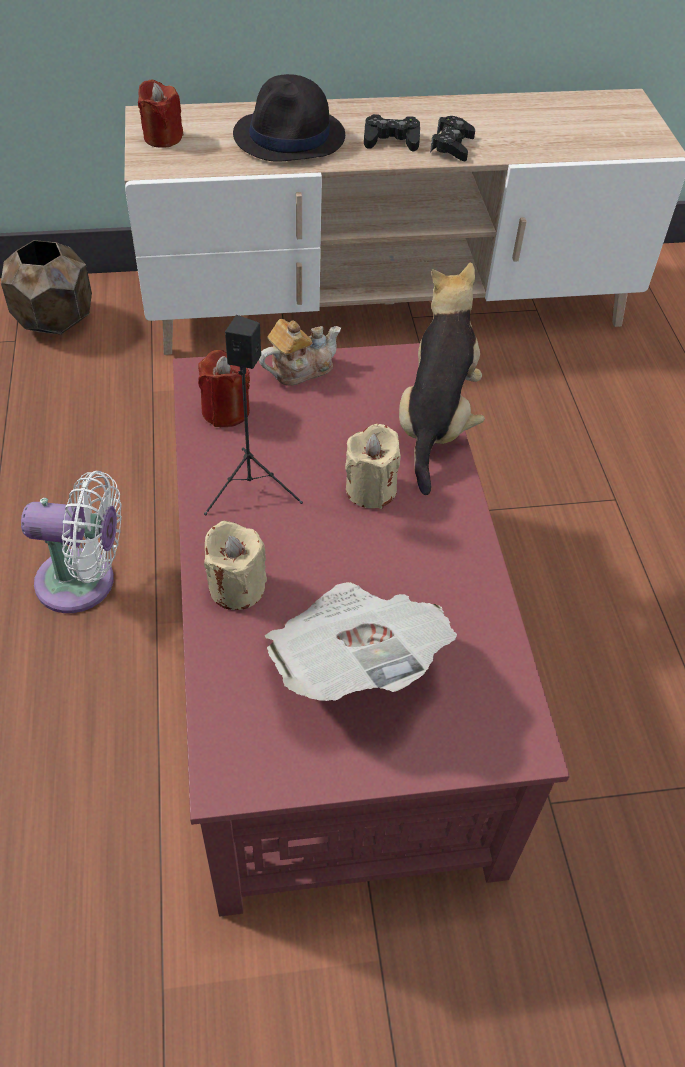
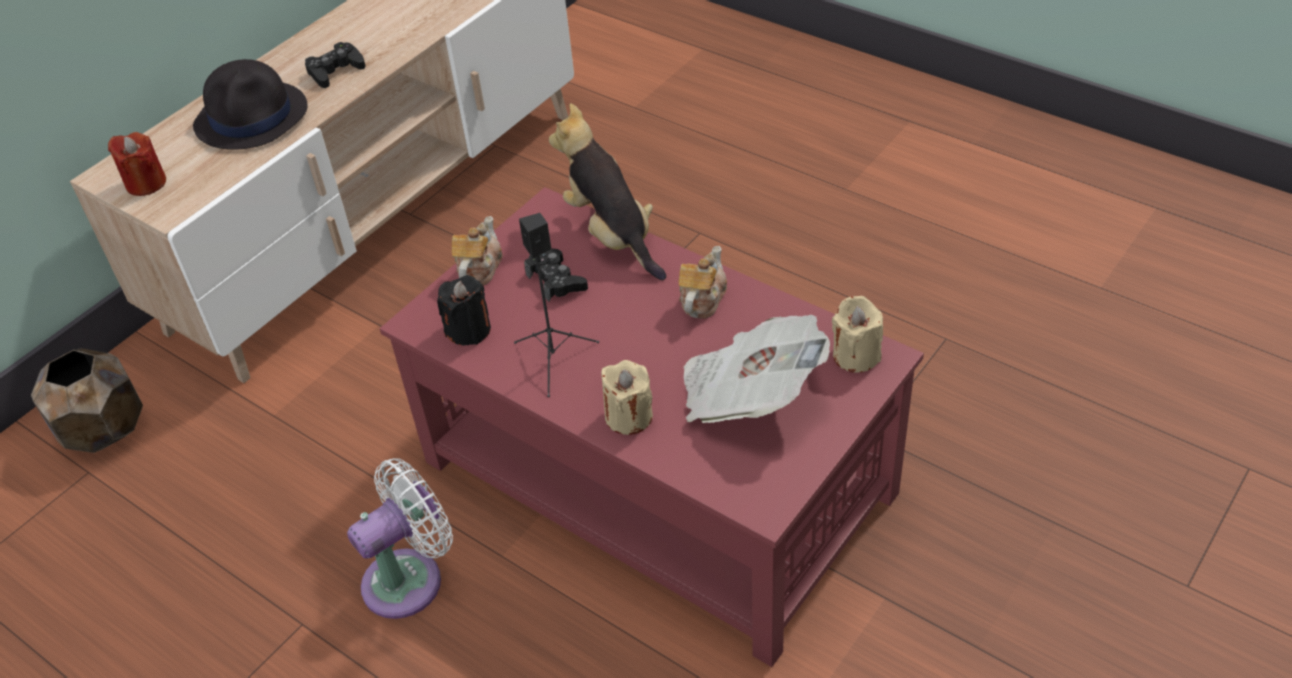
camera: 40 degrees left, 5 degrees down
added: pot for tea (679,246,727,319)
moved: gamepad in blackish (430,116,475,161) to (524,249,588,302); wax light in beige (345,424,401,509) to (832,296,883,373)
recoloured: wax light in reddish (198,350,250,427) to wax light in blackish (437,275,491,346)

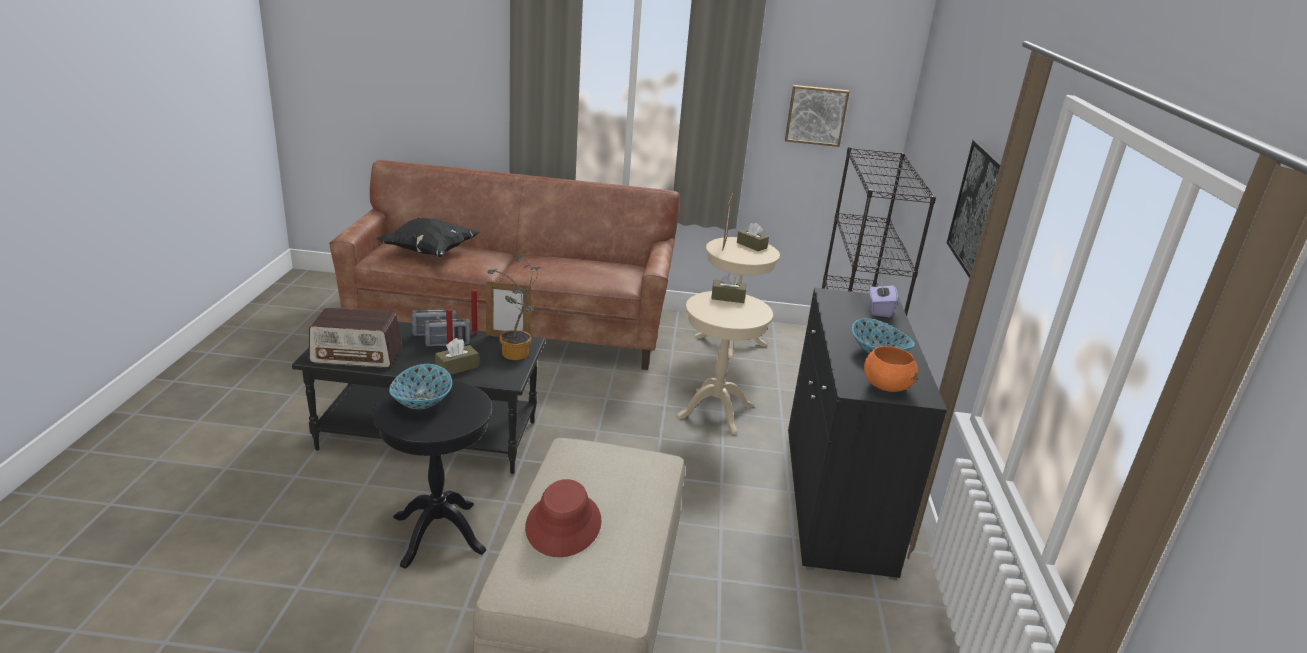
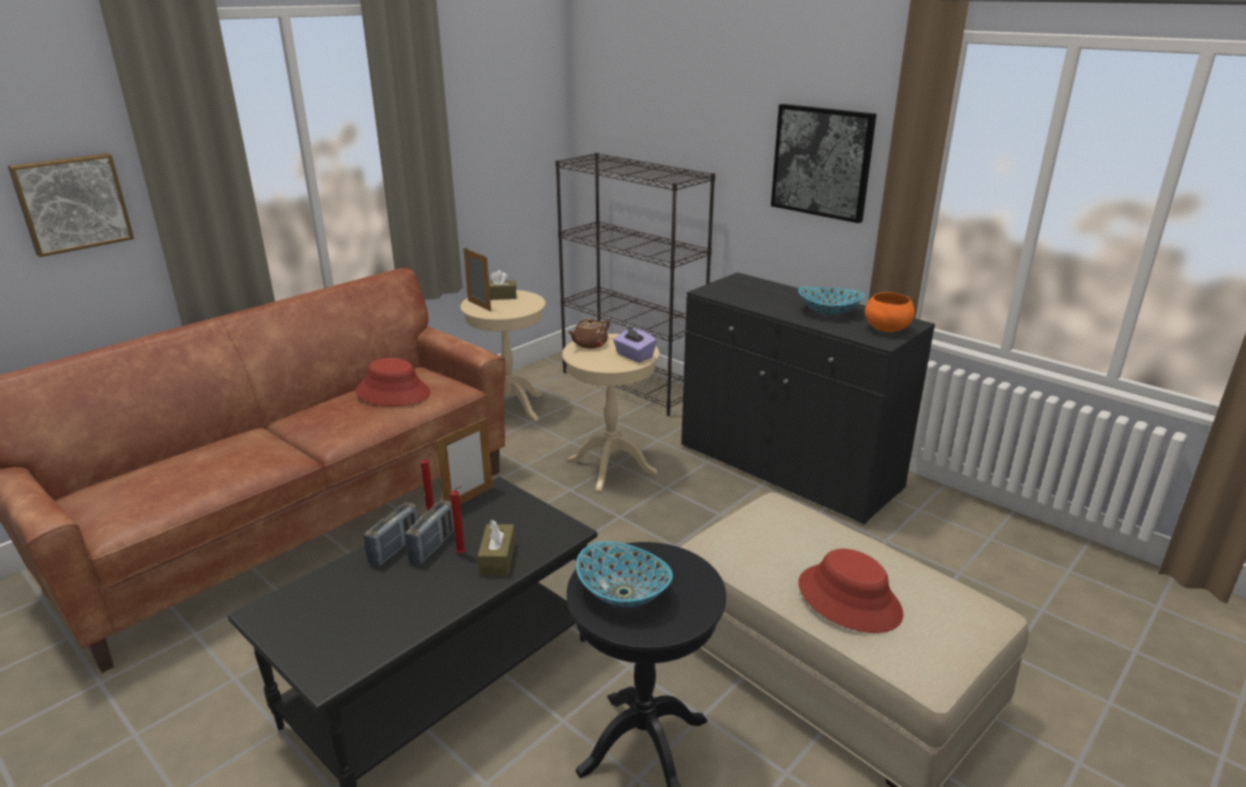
camera: 50 degrees left, 0 degrees up
removed: pillow in blackish (376,218,480,257); potted plant (488,257,541,360); radio (309,308,402,368)
added: wearable hat in reddish (356,358,431,406)
moved: picture (785,85,850,147) to (8,153,134,257); box of tissues in purple-coloured (869,283,898,317) to (613,326,657,362)
replaced: box of tissues in brown (711,272,746,303) to pot for tea in brown (568,318,610,349)

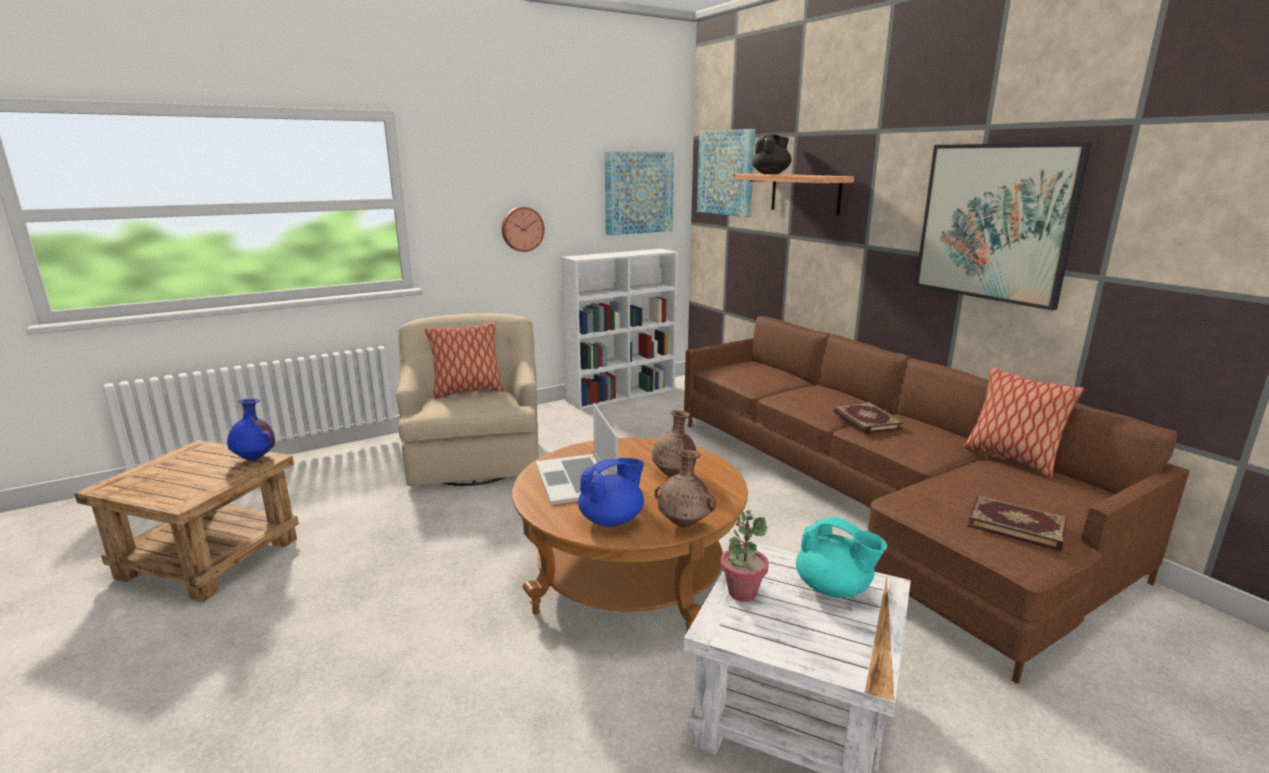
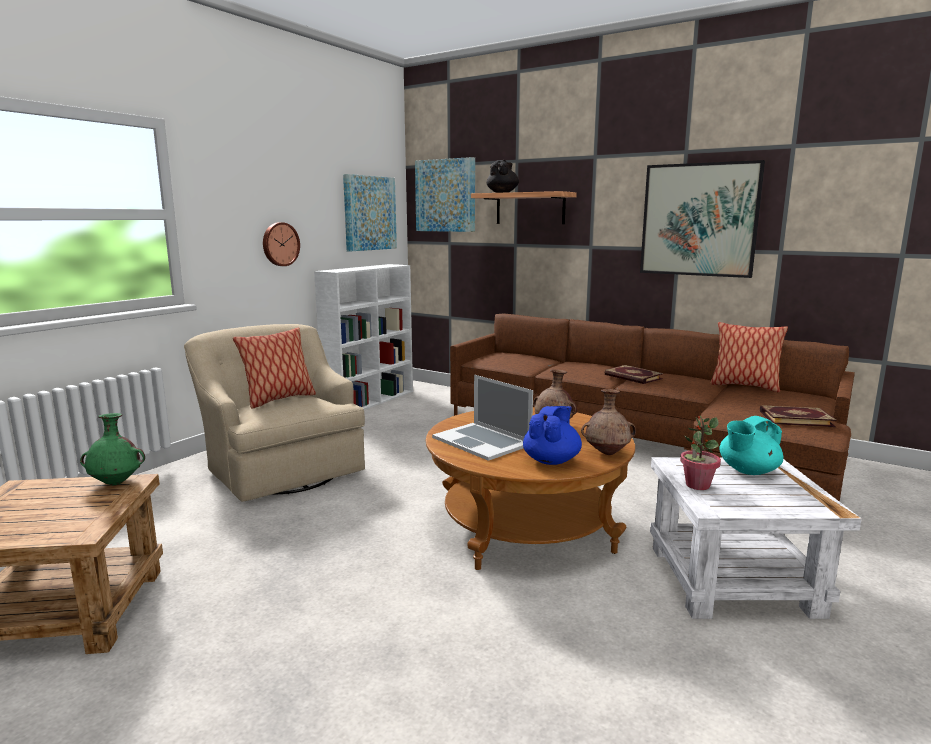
camera: 25 degrees left, 5 degrees down
recoloured: flower vase in bluish (227,398,275,461) to flower vase in green-coloured (80,413,145,486)
turned: pot for tea in turquoise (796,517,887,598) = (719,416,783,475) 135 degrees clockwise

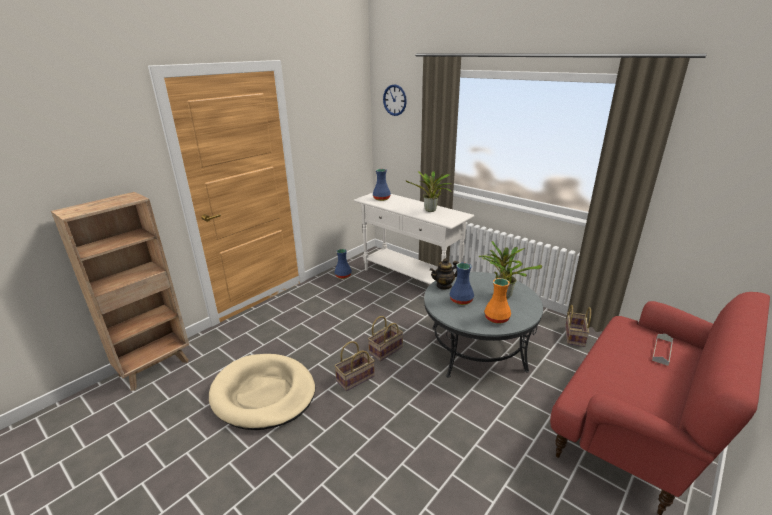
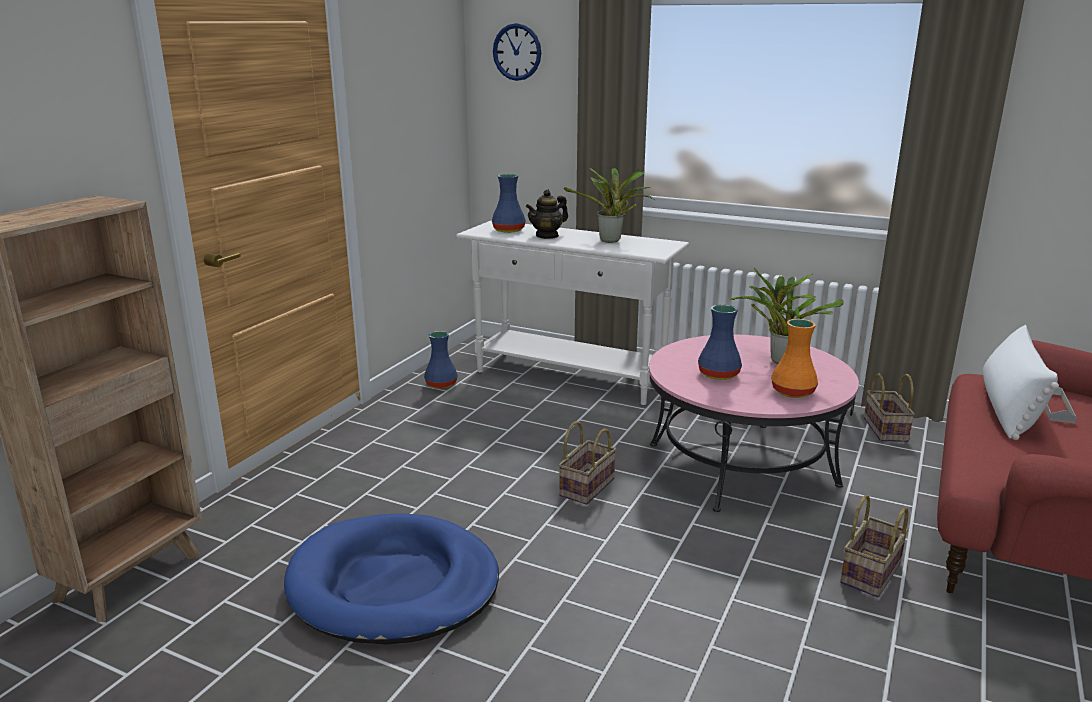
camera: 15 degrees left, 5 degrees down
added: pillow in white-coloured (983,325,1059,440)
moved: pot for tea (430,258,459,290) to (526,189,568,239); household basket (334,341,375,391) to (840,495,909,597)
recoloured: coffee table in grey (424,272,543,378) to coffee table in pinkish (649,334,859,512); dog cushion in beige (209,354,315,430) to dog cushion in bluish (284,513,499,645)

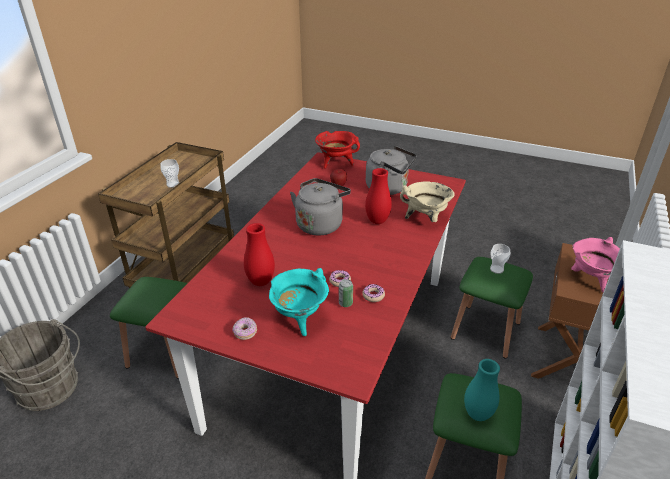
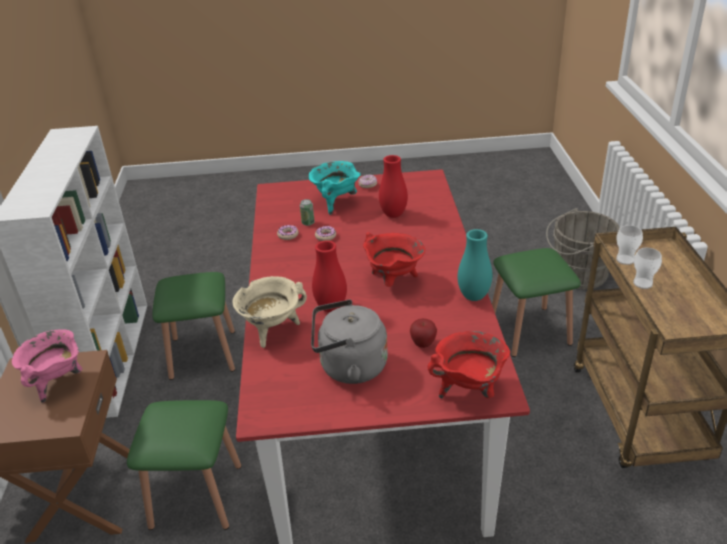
camera: 155 degrees right, 0 degrees up
moved: small cup (490,244,510,274) to (616,225,643,265); flower vase in turquoise (464,359,500,421) to (458,229,492,301)
replaced: tea kettle in grey (290,178,351,235) to cooking pot in reddish (363,232,425,287)

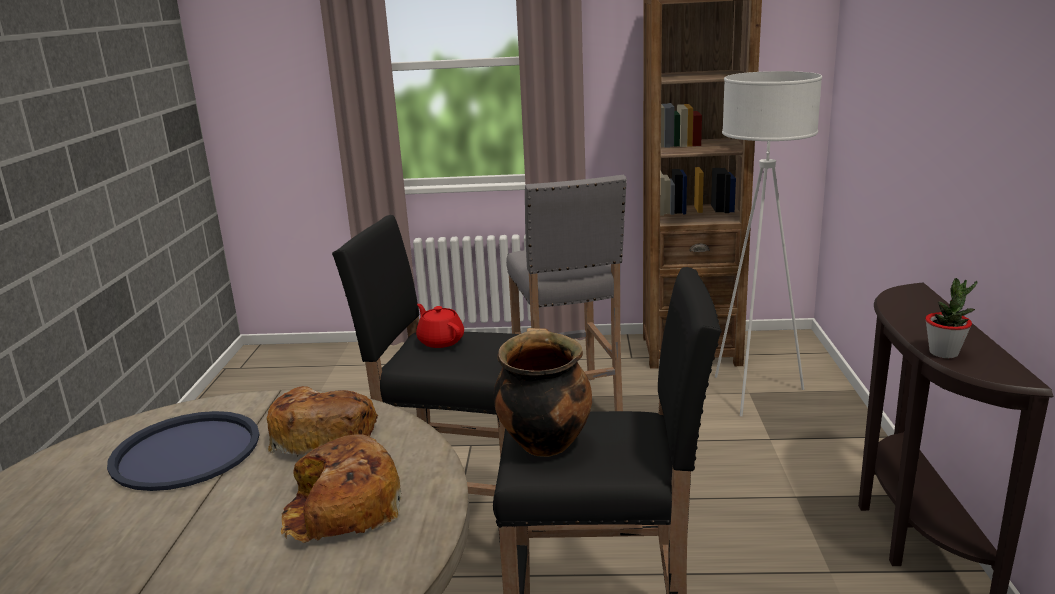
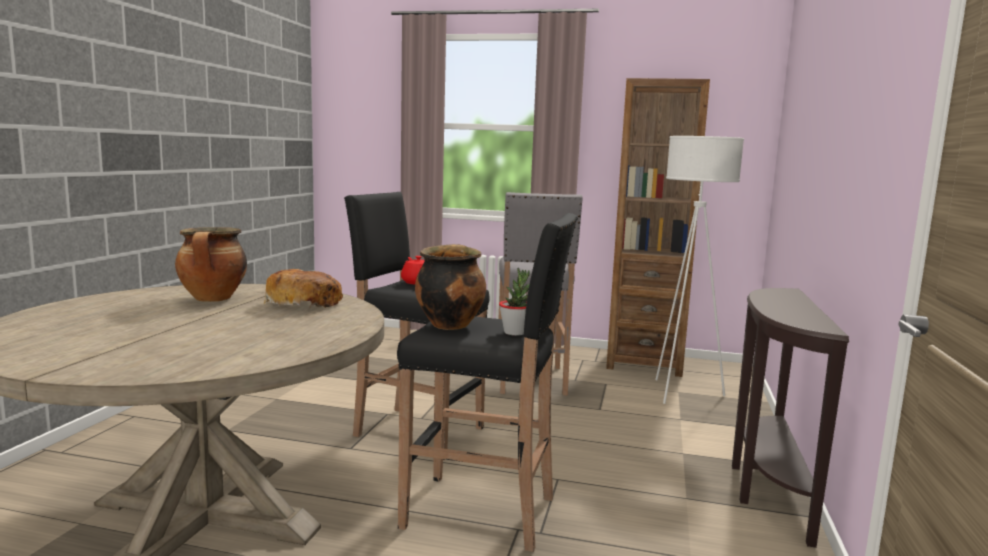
camera: 10 degrees right, 10 degrees down
removed: bakery bread (281,434,402,543)
moved: potted plant (925,278,977,358) to (499,268,530,336)
replaced: carrying tray in bluish (107,411,260,491) to cooking pot (175,227,247,302)

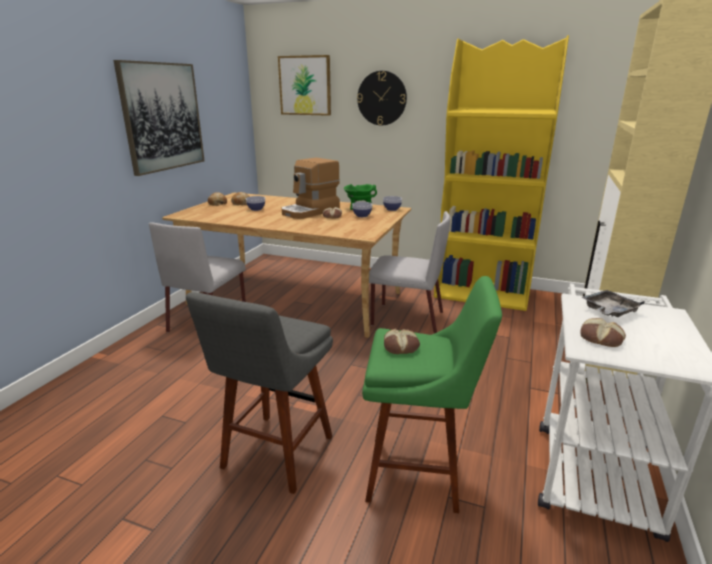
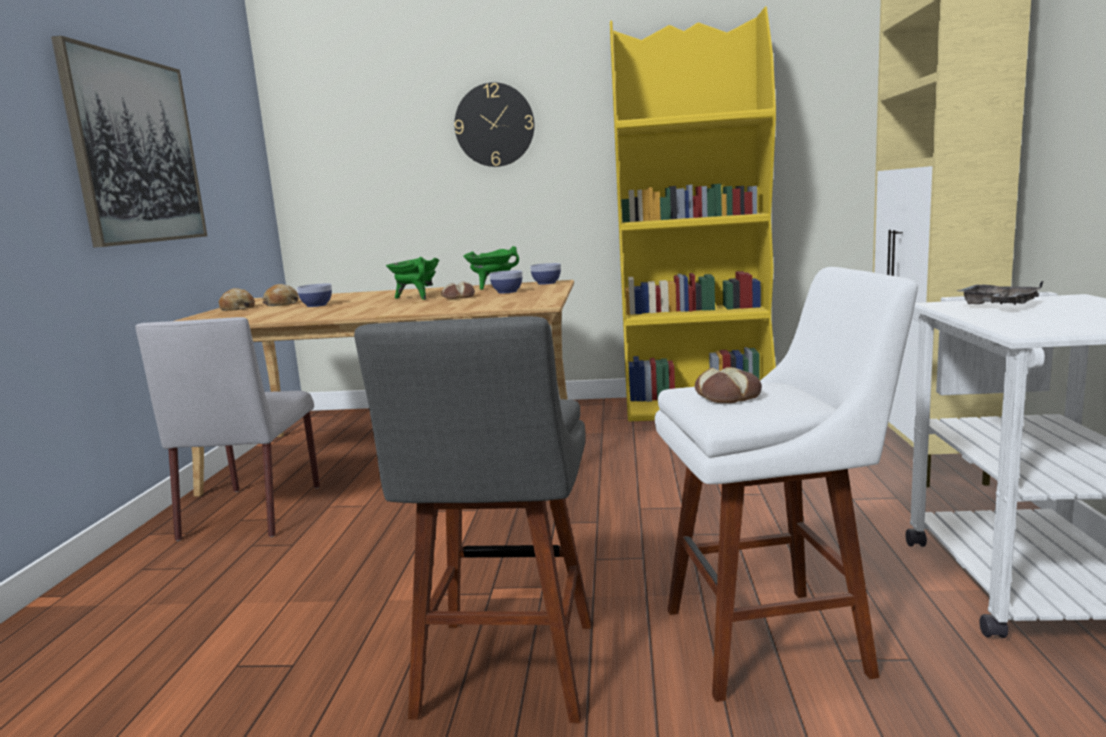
camera: 15 degrees left, 10 degrees down
removed: picture (278,55,331,116); upright chair in grey (369,211,450,334); bakery bread (580,318,626,347)
replaced: coffee maker (282,158,340,219) to cooking pot in green-coloured (386,257,440,300)
recoloured: stool seat in green-coloured (362,276,502,513) to stool seat in white-coloured (655,267,918,702)

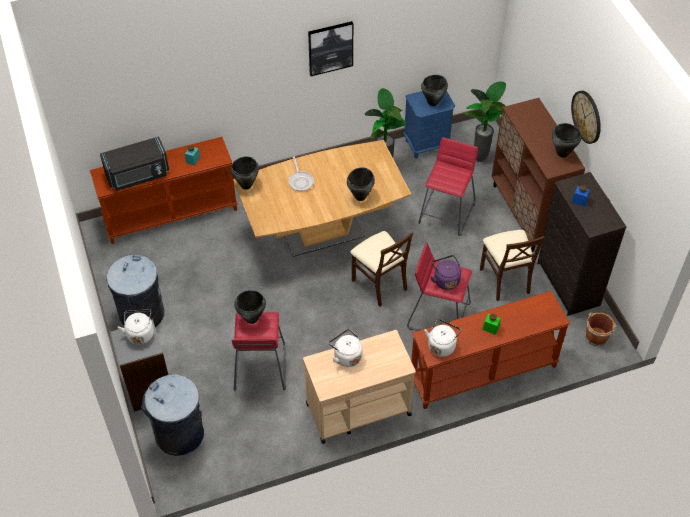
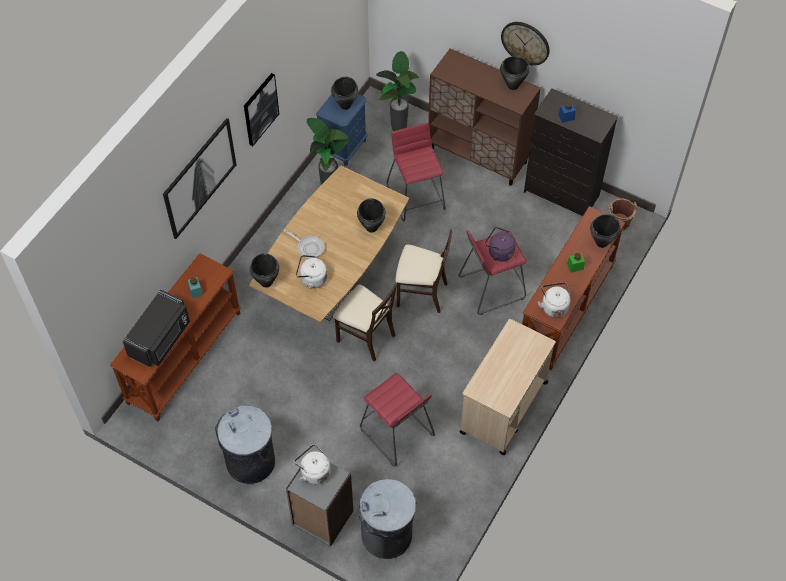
camera: 40 degrees left, 5 degrees up
added: picture (163,118,237,239)
moved: upright chair in beige (480,230,545,301) to (333,283,397,362); cooking pot in blackish (234,290,266,324) to (590,214,620,248); tea kettle in white-coloured (329,329,363,367) to (296,255,327,289)

